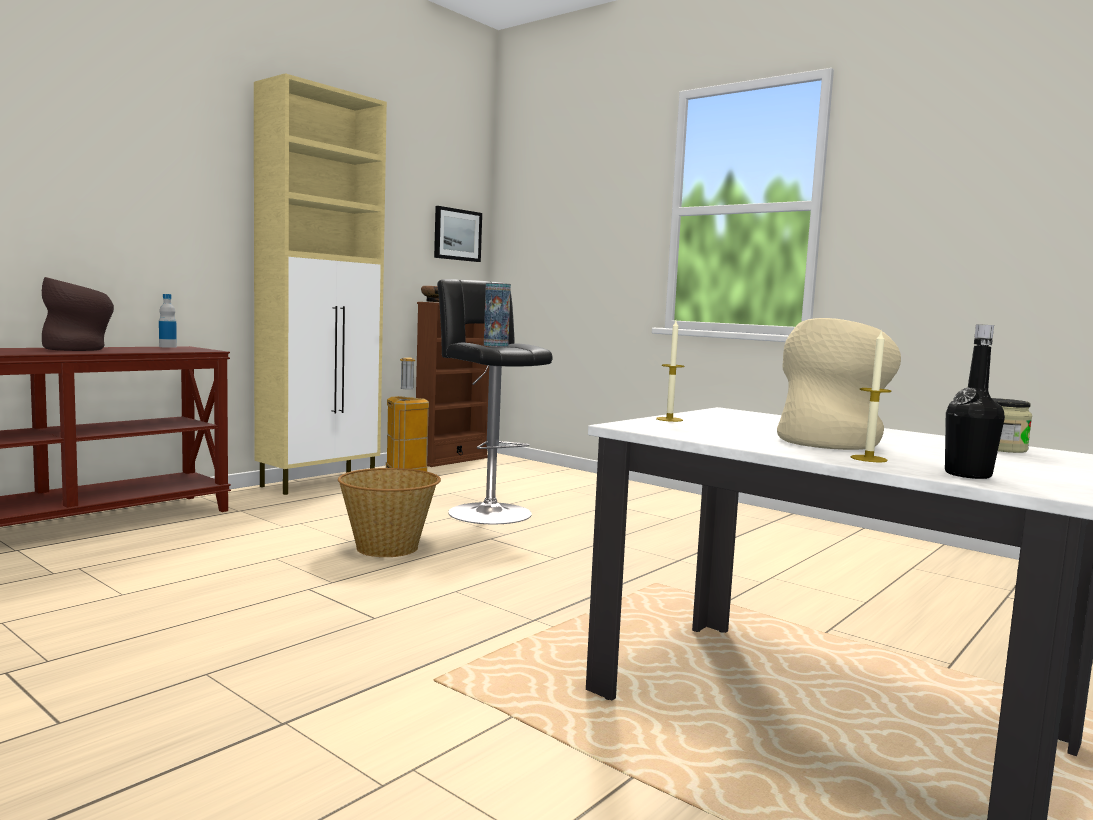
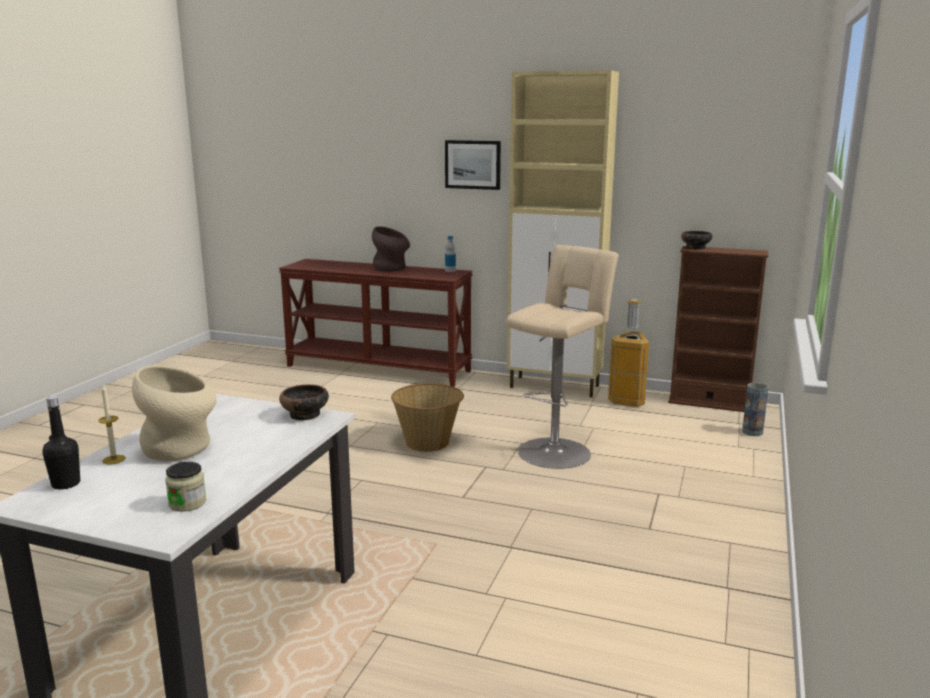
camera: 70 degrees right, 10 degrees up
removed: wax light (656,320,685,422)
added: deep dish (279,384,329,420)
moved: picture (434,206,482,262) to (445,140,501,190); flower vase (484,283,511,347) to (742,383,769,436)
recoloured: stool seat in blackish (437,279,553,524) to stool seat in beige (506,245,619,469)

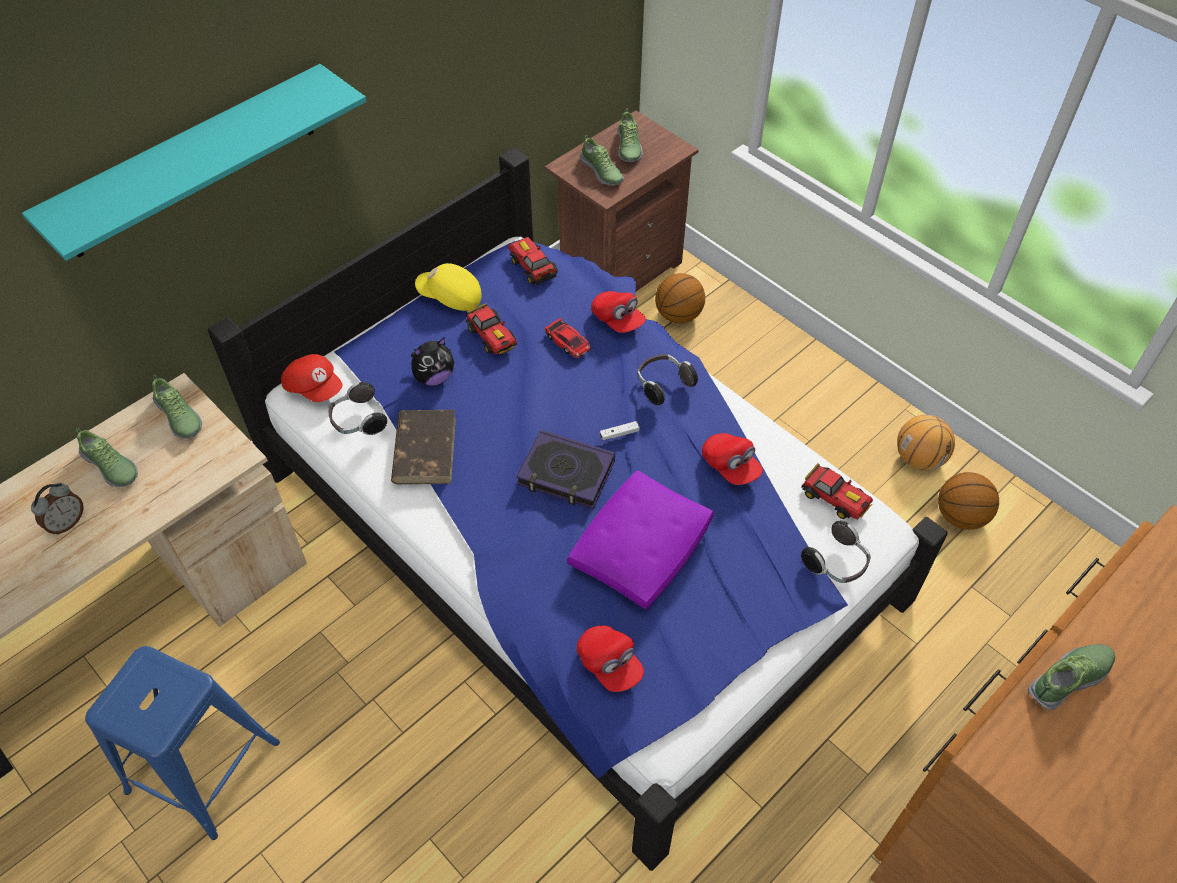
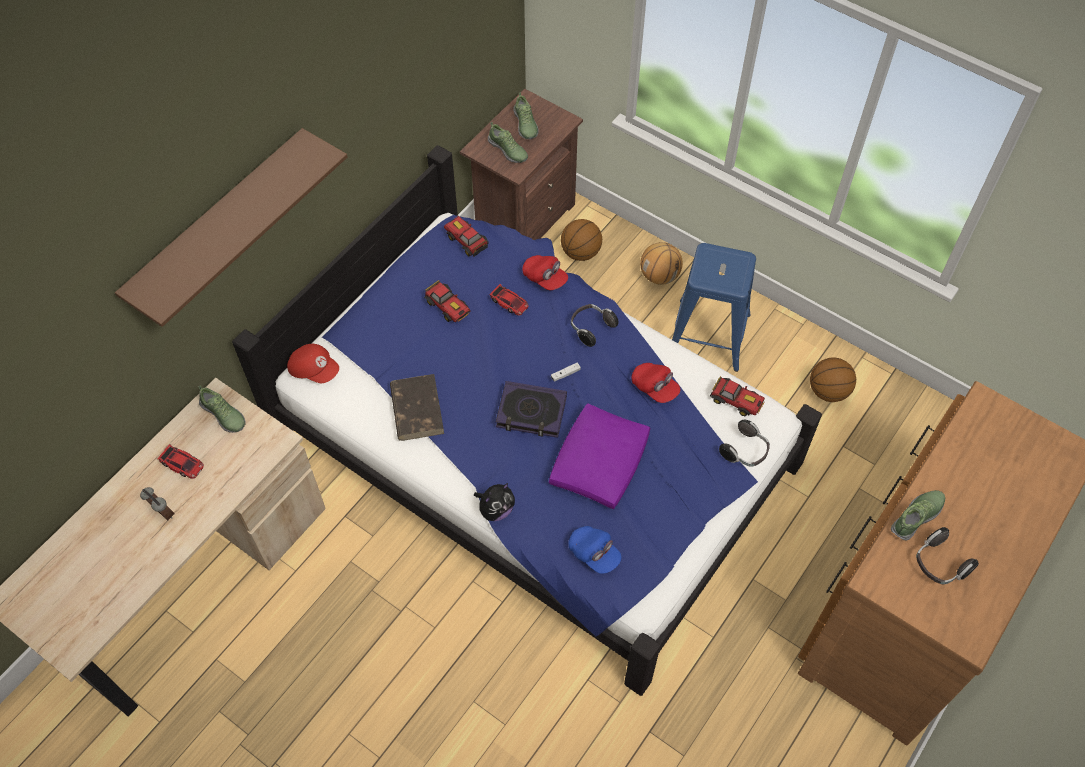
camera: 10 degrees left, 5 degrees up
removed: baseball cap in yellow-coloured (415,263,481,311)
moved: soft toy (411,337,454,386) to (474,483,515,521); headset (329,382,387,435) to (916,527,979,584); basketball (897,415,955,470) to (640,242,683,285); stool seat in bluish (85,646,280,840) to (672,243,756,372)
replaced: low shoe (76,428,138,487) to model car (158,444,204,479)
recoloured: shelf in turquoise (22,64,366,261) to shelf in brown (115,128,348,327); baseball cap in reddish (577,626,644,692) to baseball cap in bluish (569,526,621,574)
turned: alarm clock (31,483,83,535) = (140,487,175,520) 75 degrees counterclockwise

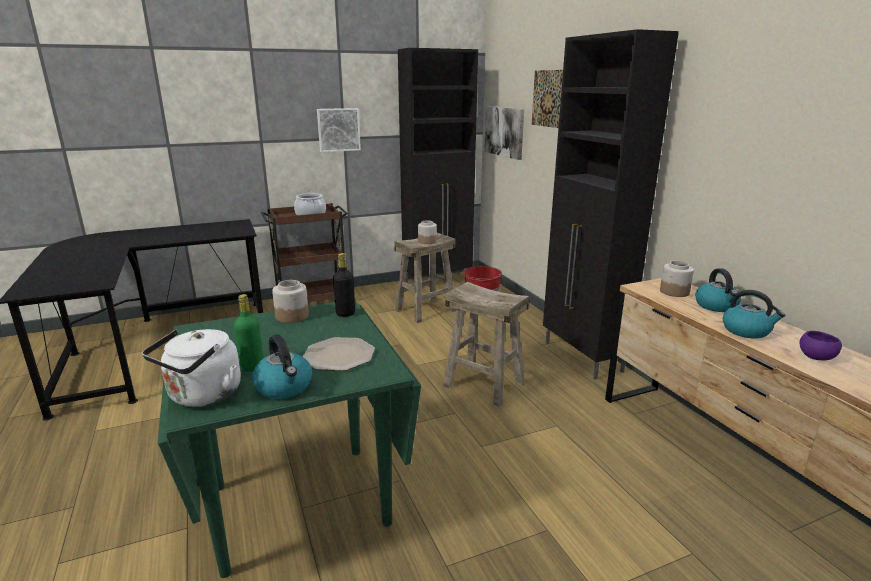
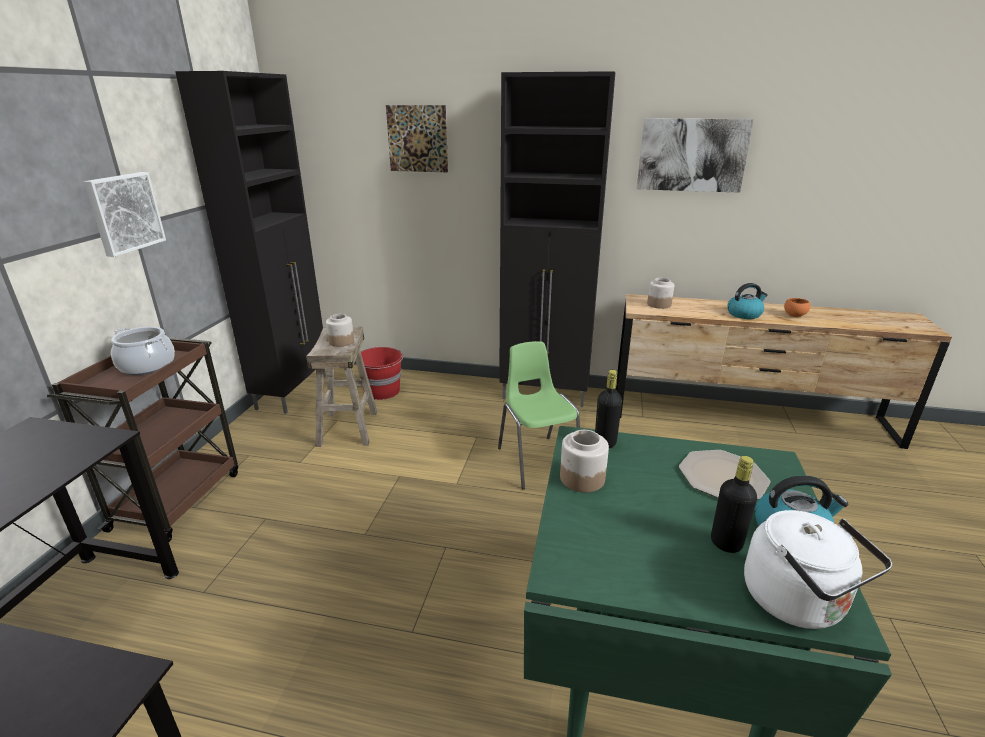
camera: 55 degrees left, 5 degrees up
removed: tea kettle (695,268,741,312)
moved: picture (484,106,524,160) to (637,118,754,193)
replaced: stool seat in beige (443,282,529,407) to upright chair in green-coloured (498,341,580,489)
recoloured: bottle in green-coloured (234,294,263,372) to bottle in blackish (711,456,757,553); deep dish in purple-coloured (800,331,842,361) to deep dish in orangey (784,298,810,317)

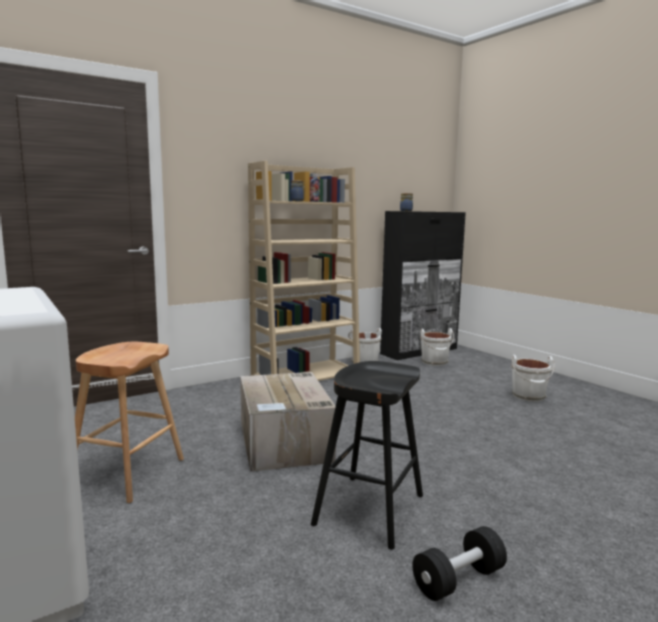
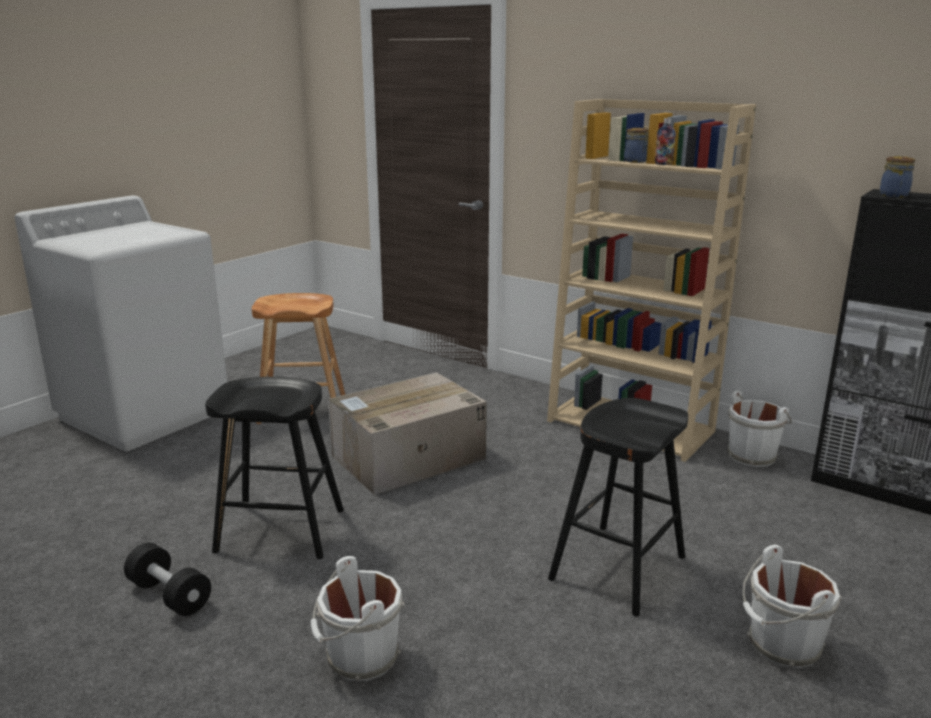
camera: 70 degrees right, 10 degrees up
added: stool seat in blackish (548,398,688,616)
moved: bucket in white-coloured (420,328,454,366) to (311,556,405,681)

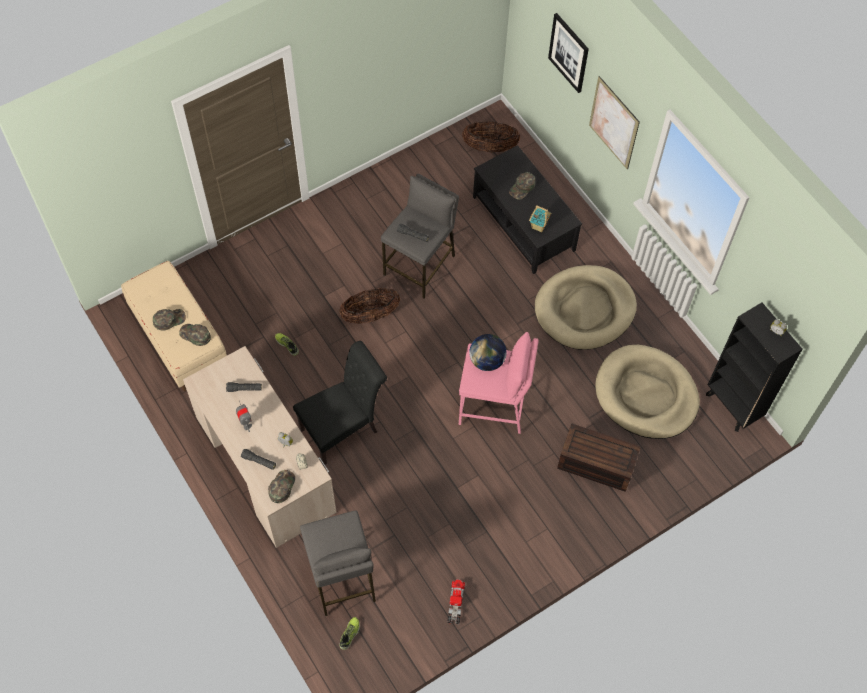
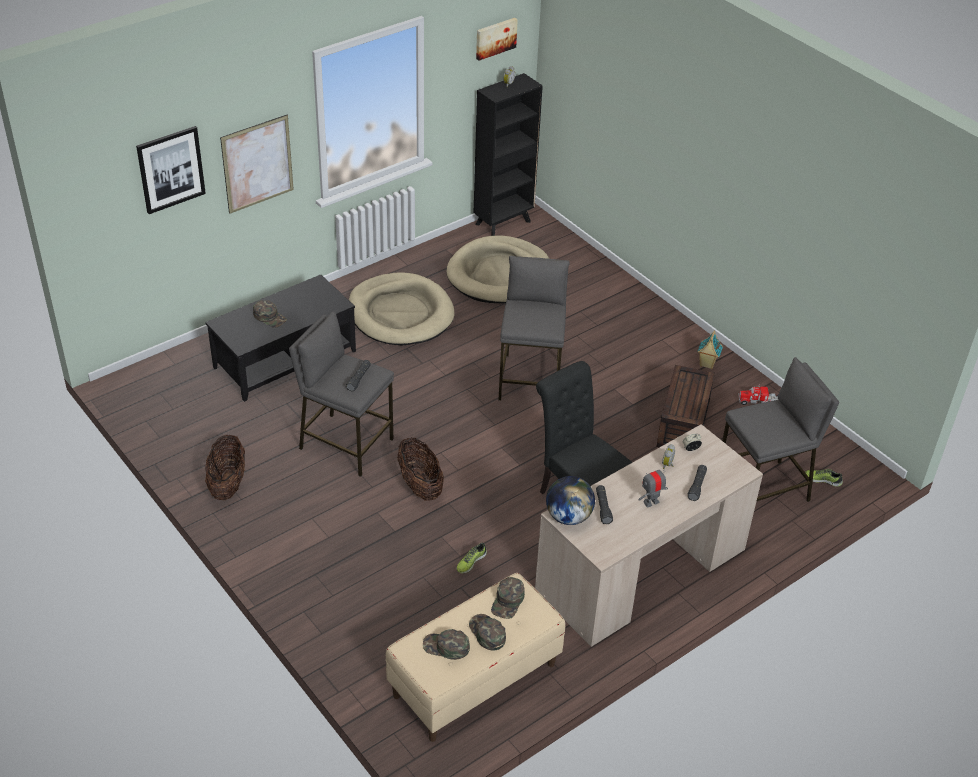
camera: 95 degrees left, 20 degrees down
added: picture (476,18,518,61)
moved: household basket (462,121,520,152) to (205,434,245,500); toy house (529,205,552,233) to (697,330,723,369); globe (469,334,507,371) to (546,476,595,525); storage bin in brown (557,423,641,492) to (656,365,715,447); baseball cap in green-coloured (268,470,295,503) to (423,629,470,660)
recoloured: stool seat in pinkish (459,332,539,434) to stool seat in grey (499,256,570,401)

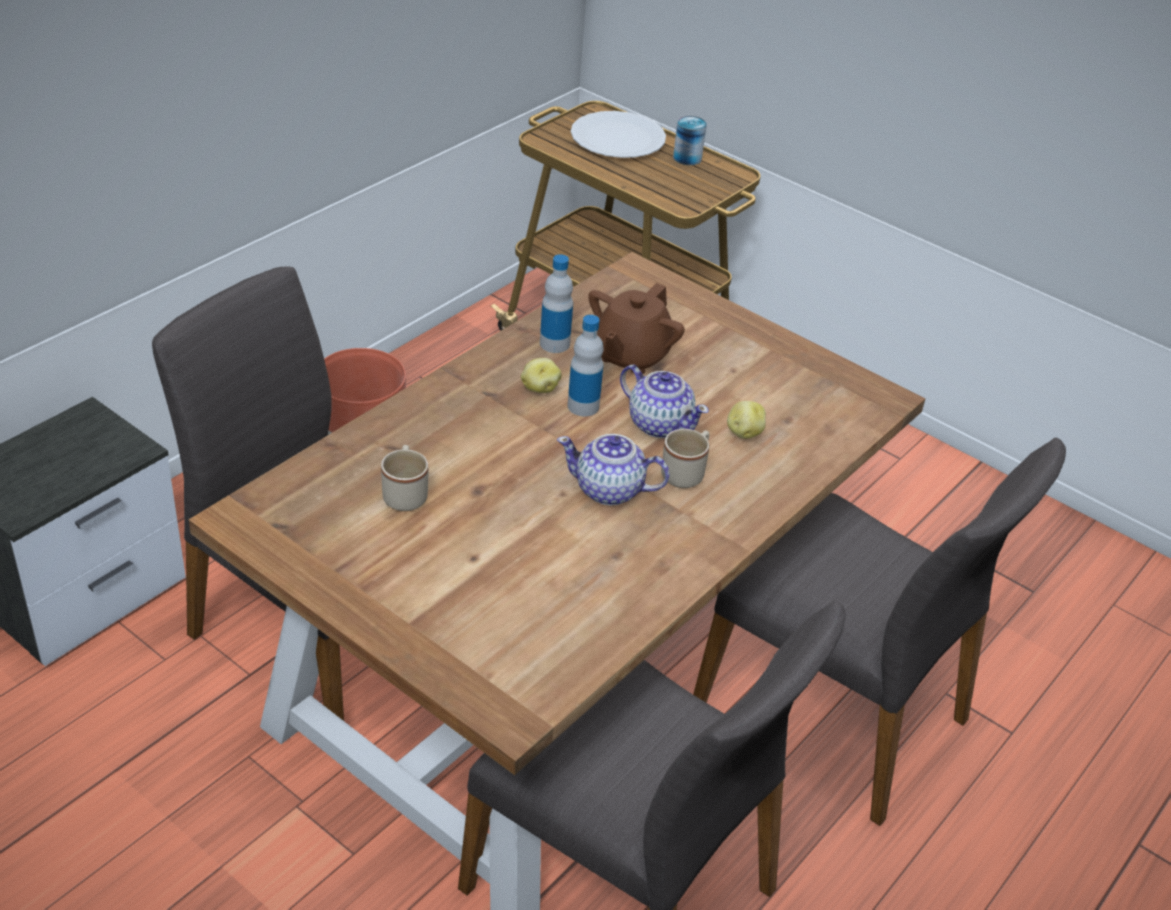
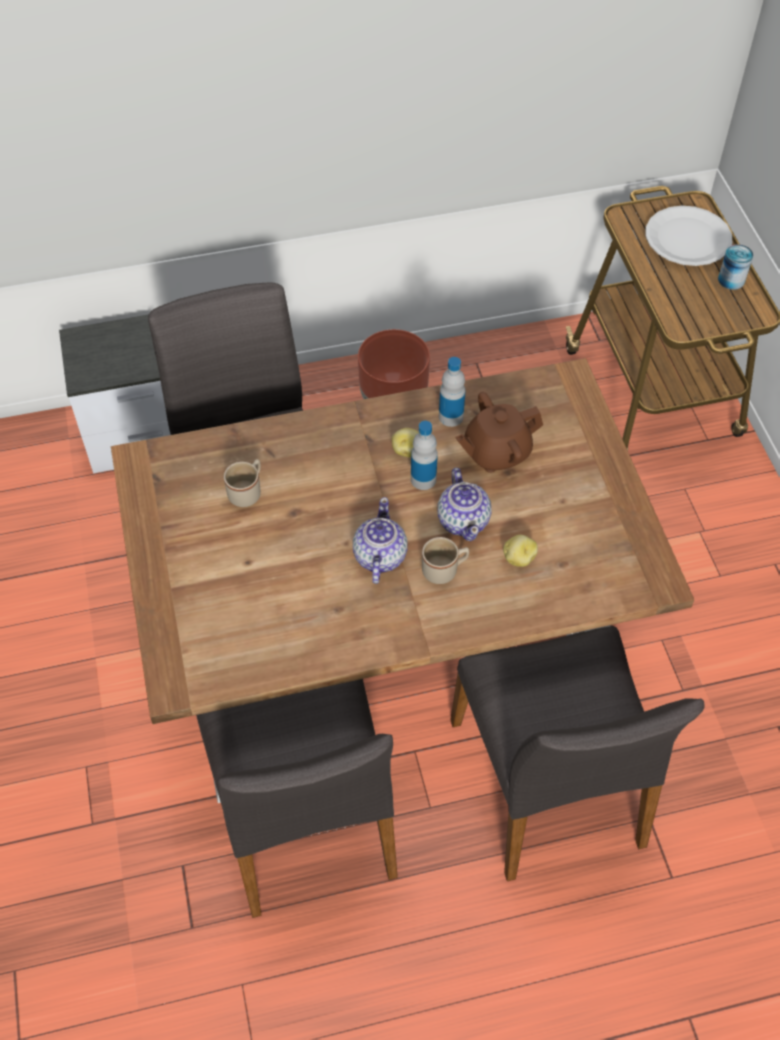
camera: 40 degrees right, 15 degrees up
turned: pot for tea (557,434,669,505) = (353,497,408,584) 45 degrees clockwise

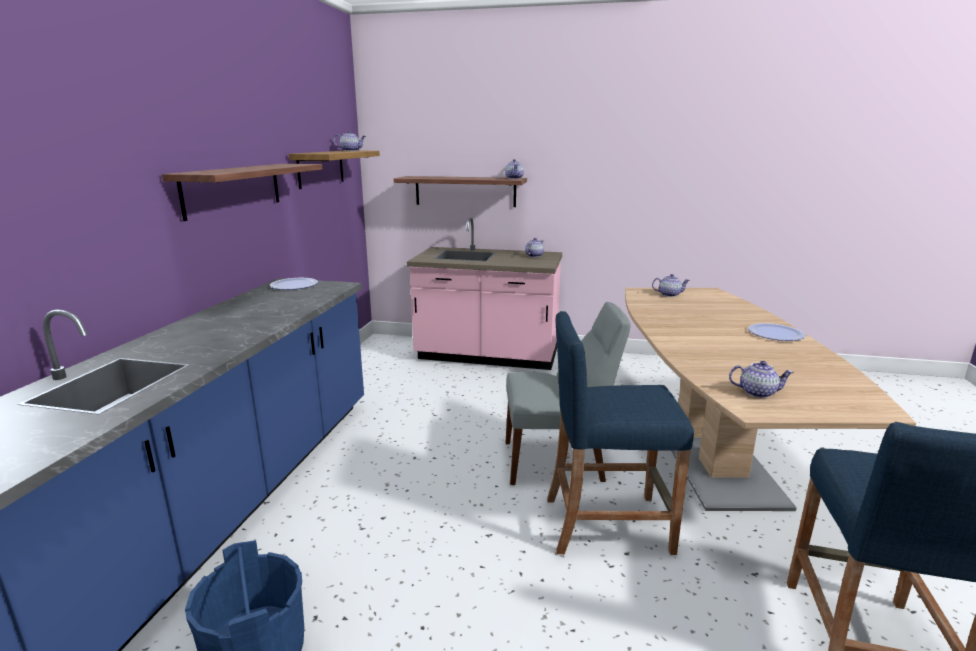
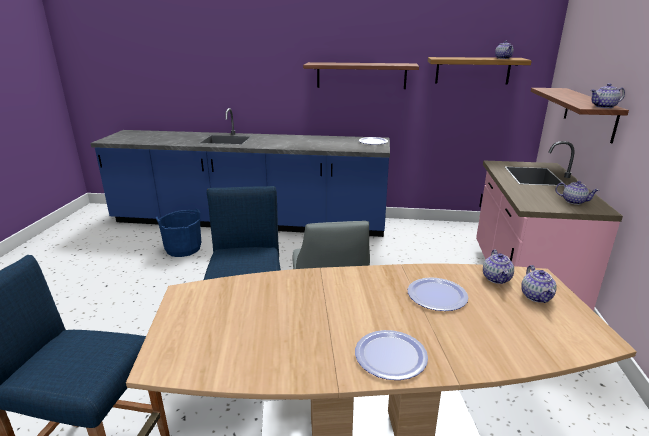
camera: 85 degrees right, 5 degrees up
added: flat dish (408,277,468,311)
moved: pot for tea (729,361,794,398) to (483,250,514,284)

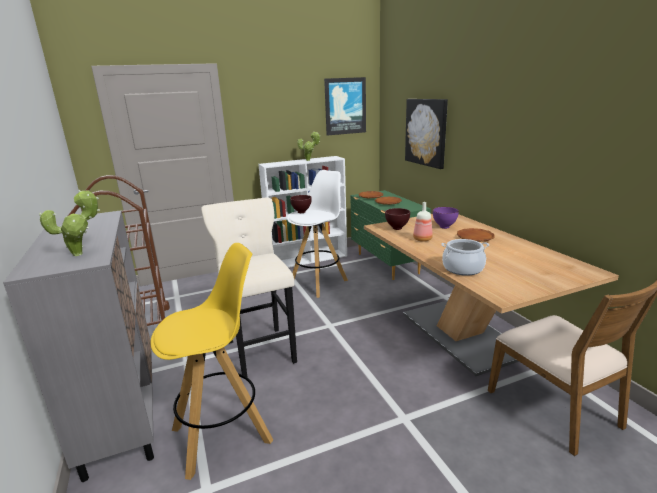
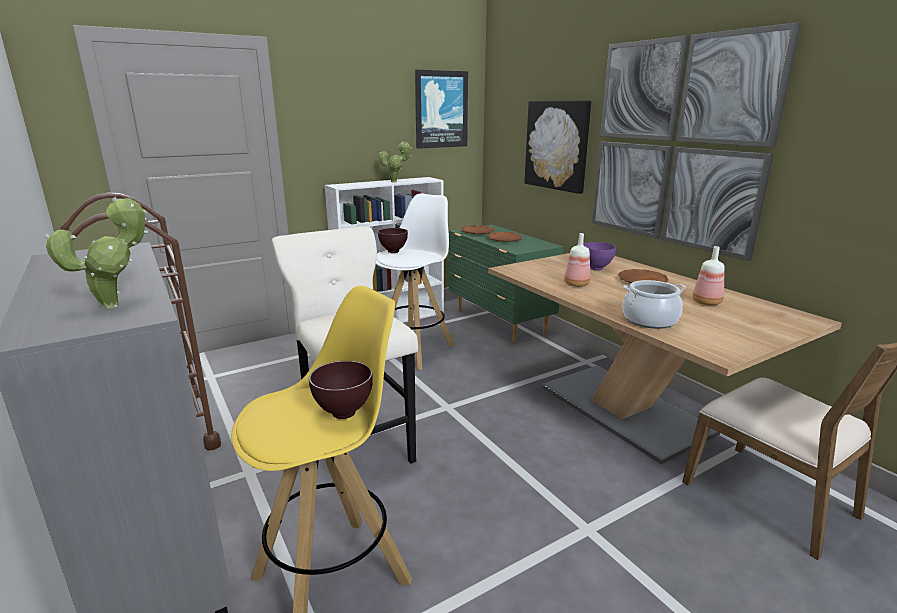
camera: 10 degrees left, 0 degrees up
added: picture (592,22,801,261); bottle (693,246,725,305)
moved: deep dish in brown (385,208,410,230) to (309,361,373,419)

